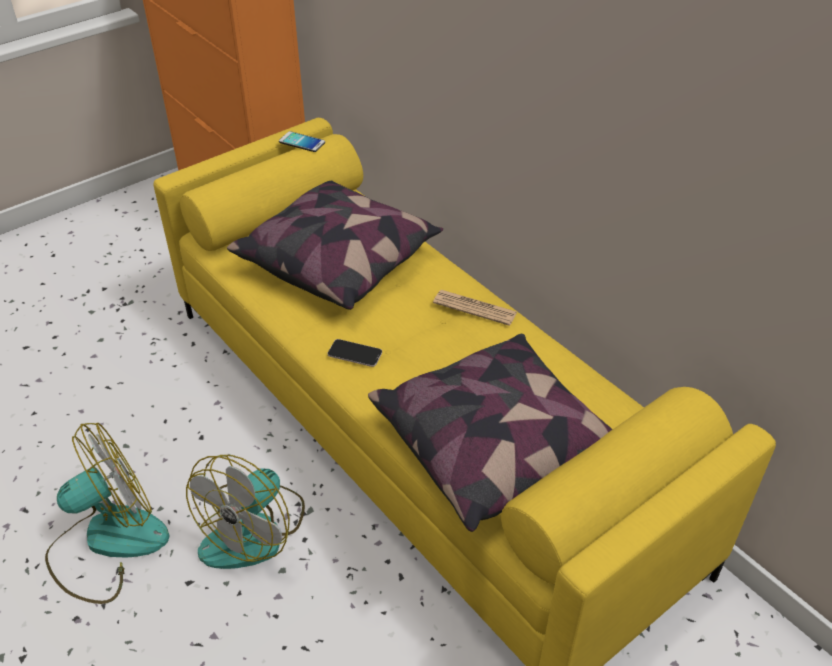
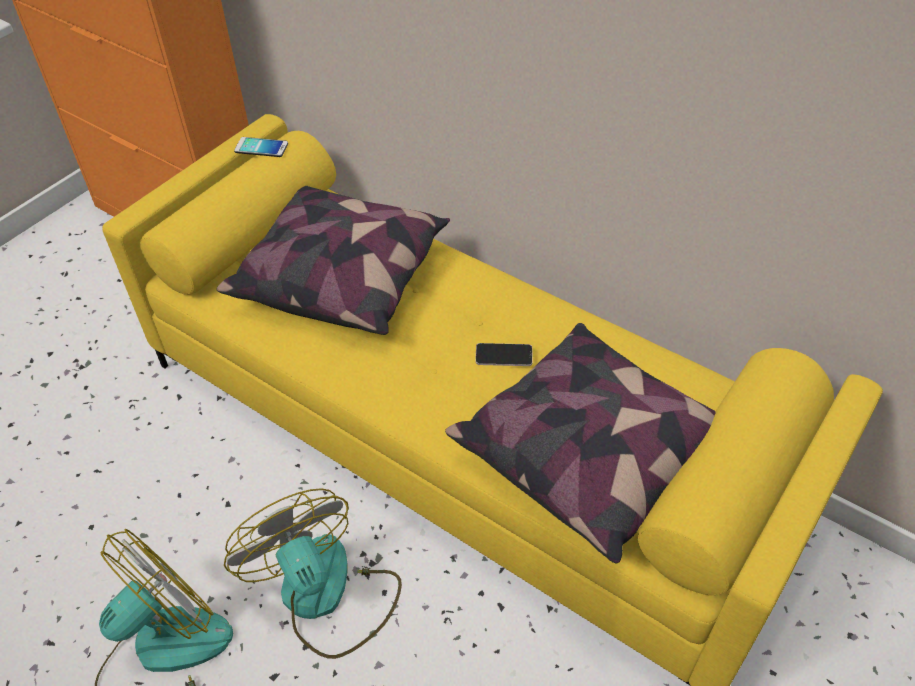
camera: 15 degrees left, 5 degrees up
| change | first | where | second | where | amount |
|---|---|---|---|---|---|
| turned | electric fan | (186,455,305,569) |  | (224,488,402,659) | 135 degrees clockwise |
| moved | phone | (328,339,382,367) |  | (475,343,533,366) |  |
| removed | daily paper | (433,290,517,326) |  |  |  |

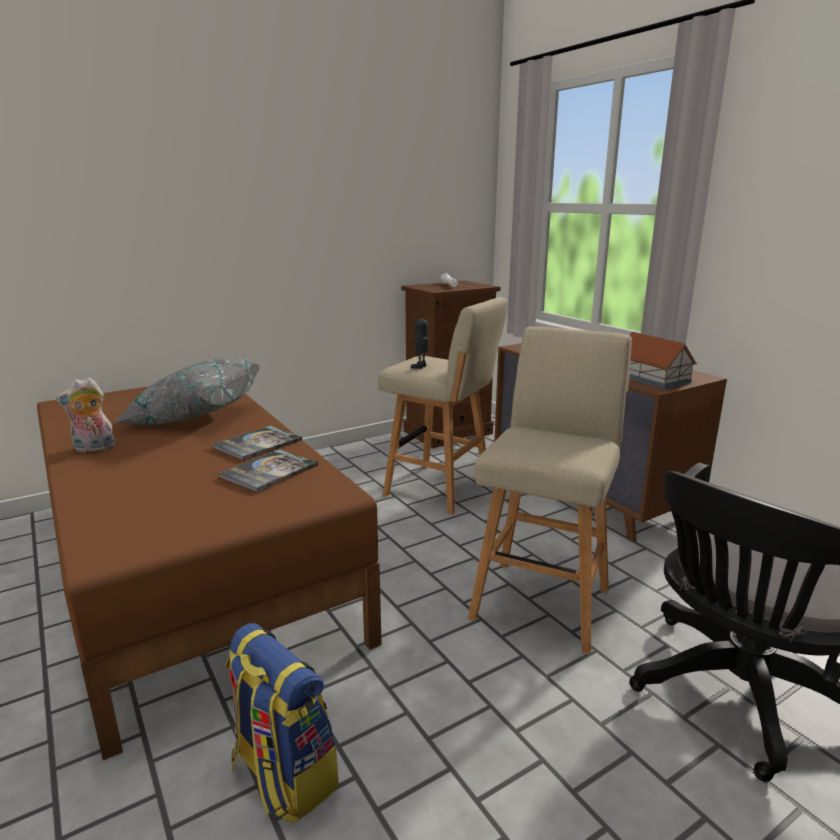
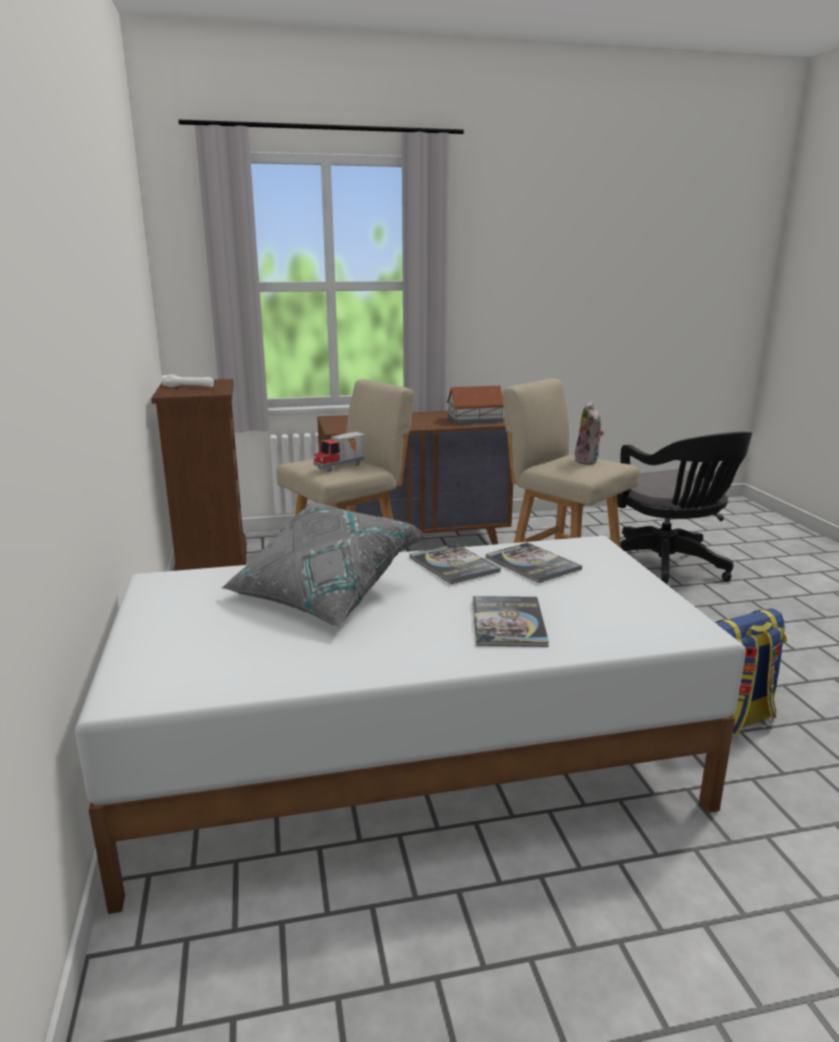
camera: 70 degrees left, 0 degrees up
| change | first | where | second | where | amount |
|---|---|---|---|---|---|
| recoloured | brown-coloured bedroom bed | (37,386,382,760) | white bedroom bed | (75,536,746,914) |  |
| moved | soft toy | (56,378,117,453) |  | (574,401,604,465) |  |
| replaced | toy robot | (411,311,429,369) | toy truck | (313,432,365,472) |  |
| added |  |  | book | (473,596,549,647) |  |

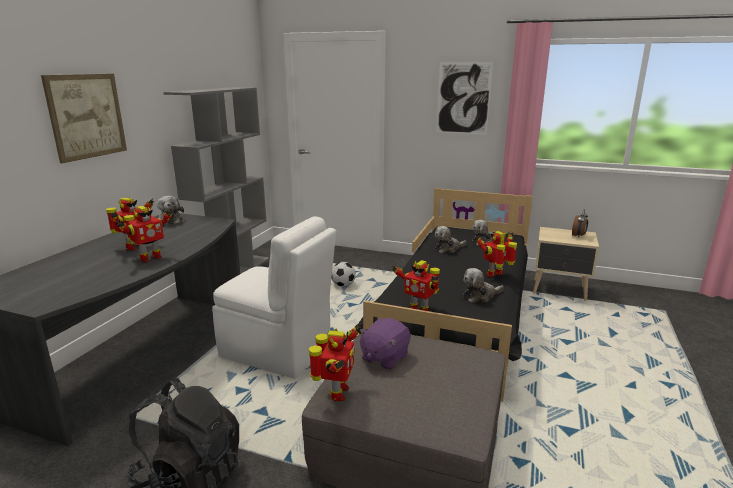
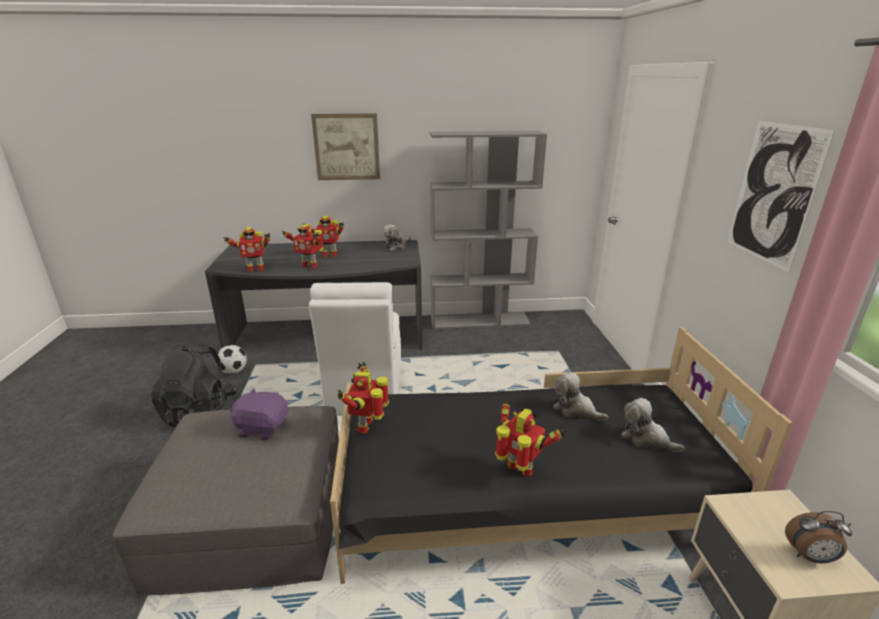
camera: 65 degrees right, 5 degrees up
| change | first | where | second | where | amount |
|---|---|---|---|---|---|
| moved | toy robot | (309,323,361,401) |  | (223,227,271,273) |  |
| moved | football ball | (331,262,356,287) |  | (216,345,247,374) |  |
| removed | soft toy | (463,268,503,303) |  |  |  |

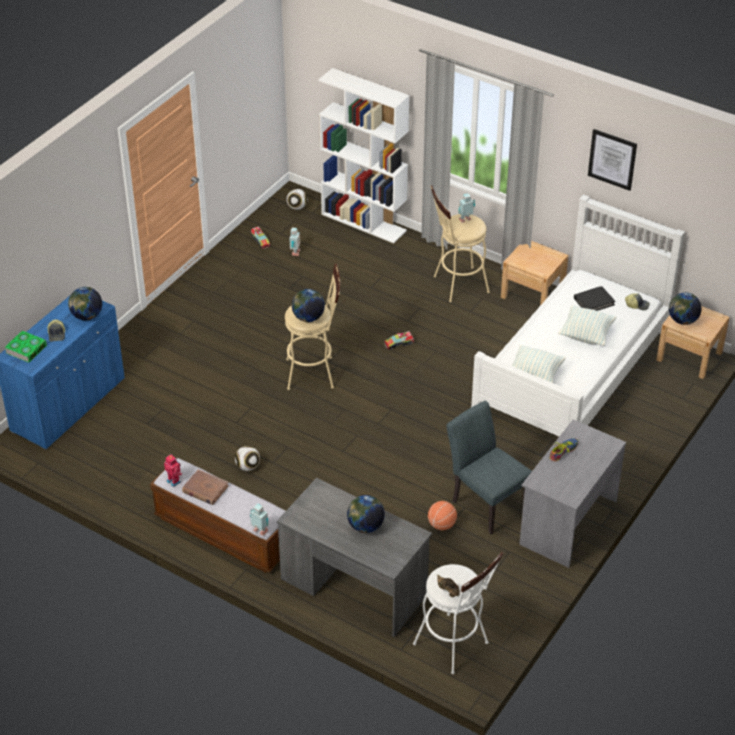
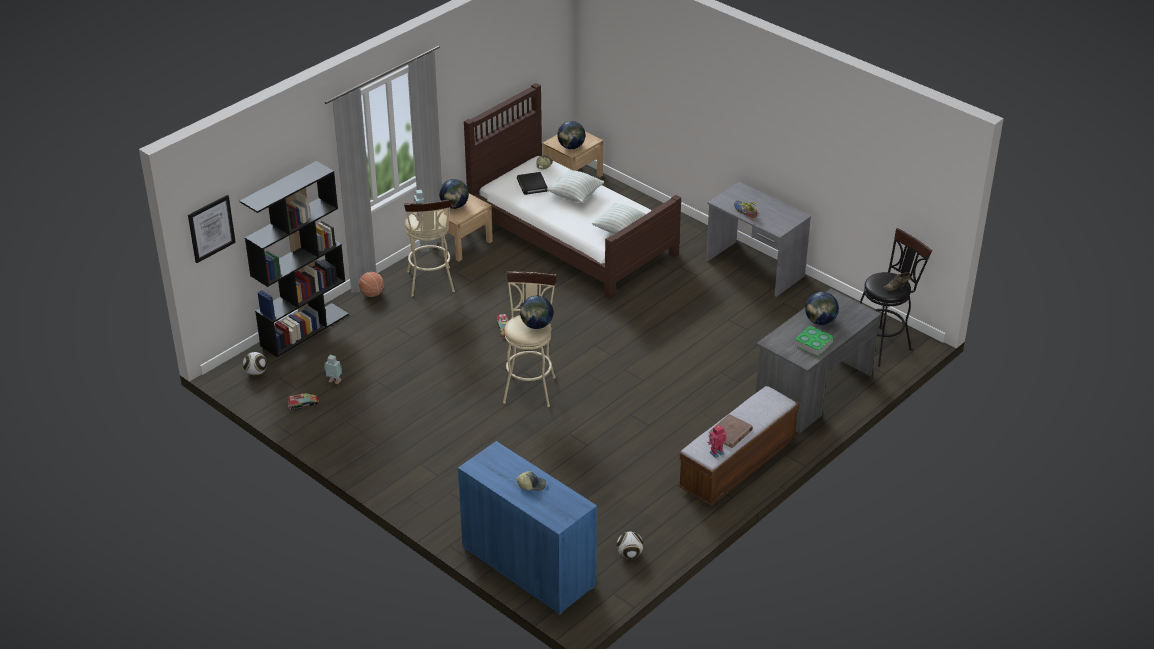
camera: 80 degrees left, 5 degrees down
| change | first | where | second | where | amount |
|---|---|---|---|---|---|
| moved | book | (4,331,47,363) |  | (794,326,834,356) |  |
| moved | desk globe | (68,287,102,320) |  | (439,179,469,209) |  |
| moved | football ball | (235,446,260,471) |  | (617,532,644,559) |  |
| removed | toy robot | (250,504,268,535) |  |  |  |
| recoloured | white shelving unit | (318,68,409,243) | black-coloured shelving unit | (240,161,349,357) |  |
| recoloured | white stool seat | (413,552,503,674) | black-coloured stool seat | (860,228,932,367) |  |
| moved | basketball | (428,501,457,530) |  | (359,272,384,297) |  |
| removed | greyish plain chair | (446,401,532,534) |  |  |  |
| recoloured | white bedroom bed | (471,195,685,436) | brown-coloured bedroom bed | (464,83,681,300) |  |
| moved | picture | (588,129,637,191) |  | (188,195,236,263) |  |

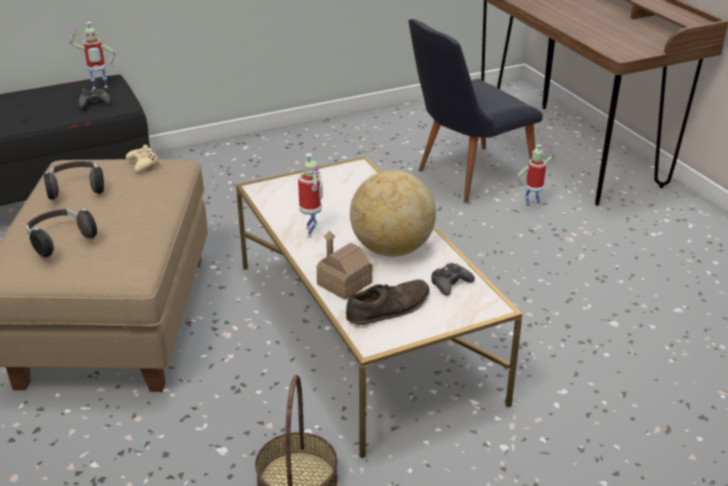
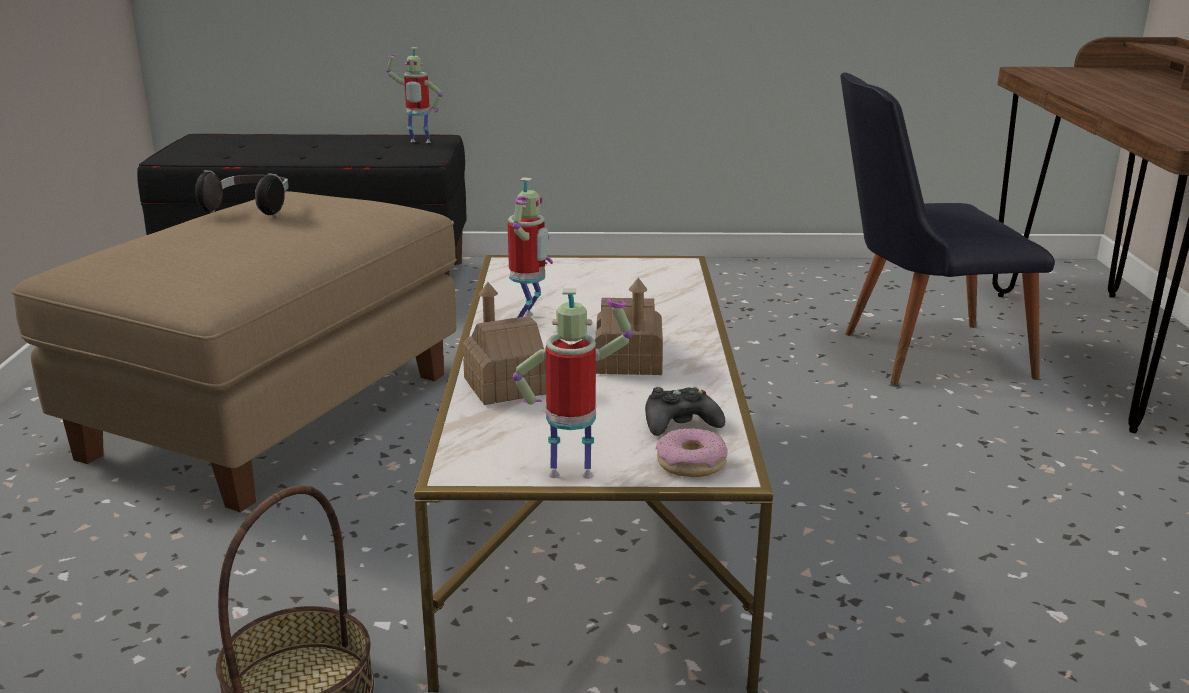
camera: 25 degrees right, 10 degrees down
| change | first | where | second | where | amount |
|---|---|---|---|---|---|
| removed | pair of headphones | (26,208,97,257) |  |  |  |
| removed | black-coloured gamepad | (79,88,111,108) |  |  |  |
| removed | beige-coloured gamepad | (126,145,159,173) |  |  |  |
| removed | brown-coloured shoe | (346,280,430,325) |  |  |  |
| replaced | desk globe | (350,170,436,257) | toy house | (595,278,663,375) |  |
| moved | toy robot | (517,144,555,210) |  | (513,288,633,479) |  |
| added |  |  | ring doughnut | (656,428,728,477) |  |

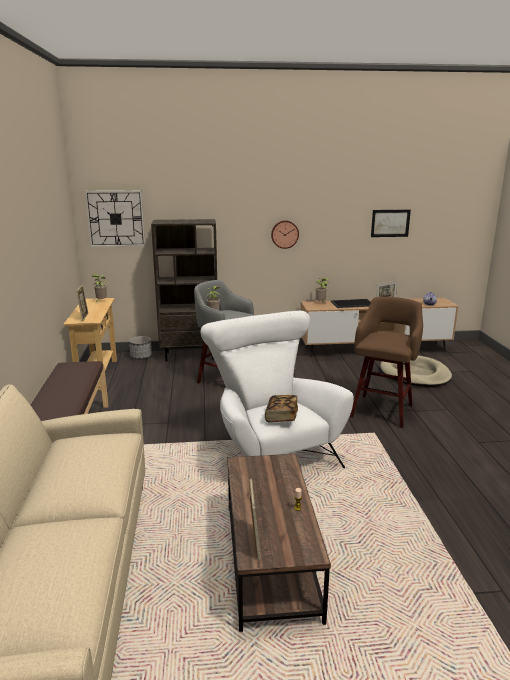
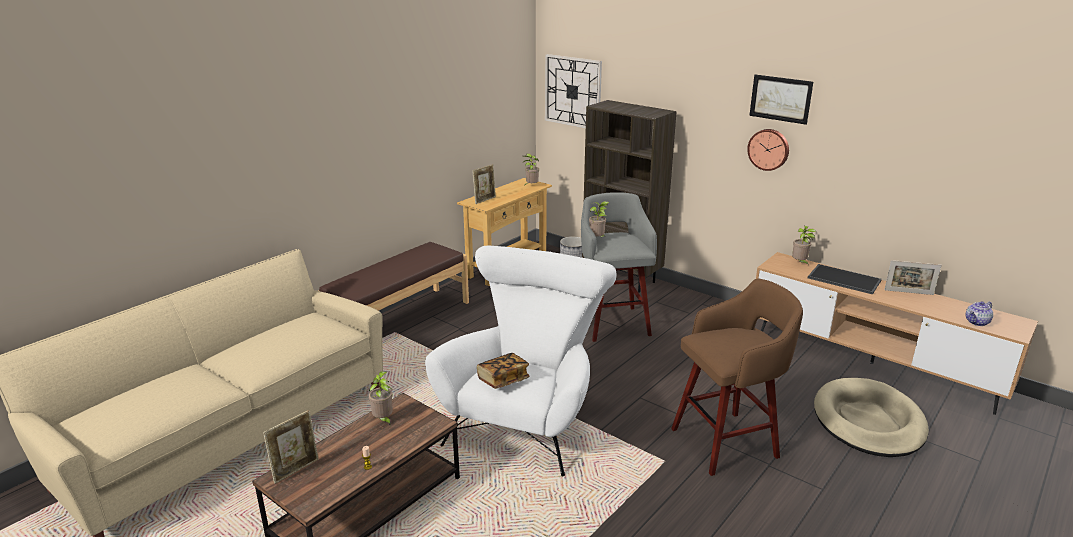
camera: 45 degrees right, 5 degrees up
| change | first | where | second | where | amount |
|---|---|---|---|---|---|
| moved | picture | (371,210,411,237) |  | (749,75,813,125) |  |
| added |  |  | houseplant | (369,371,393,425) |  |

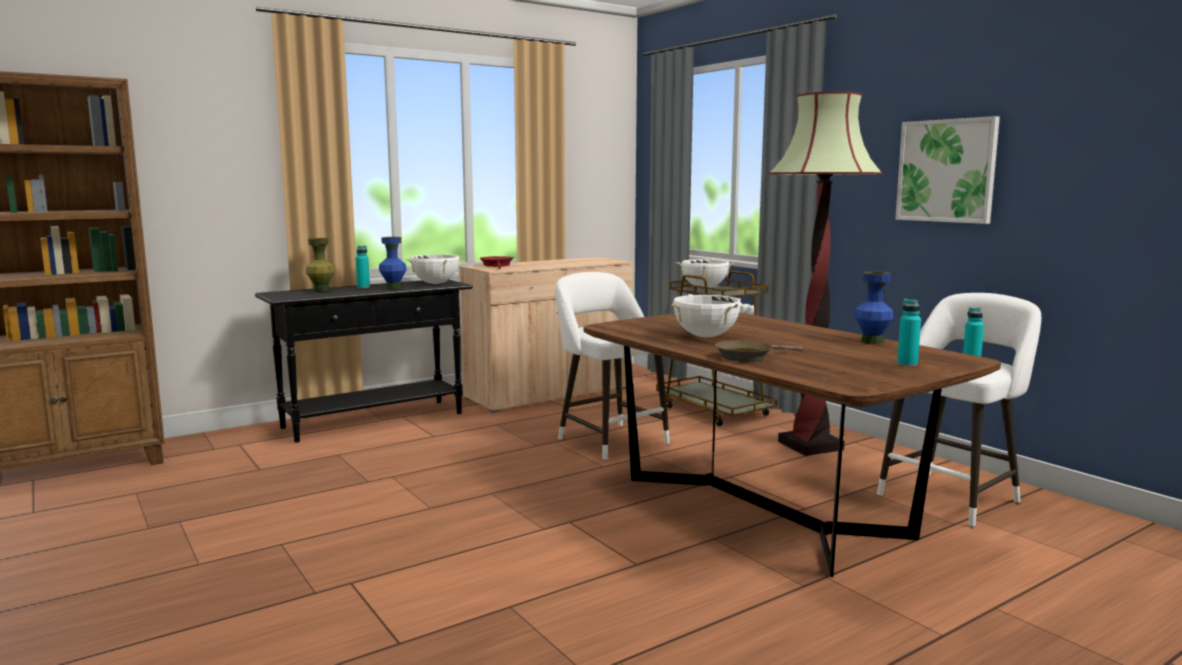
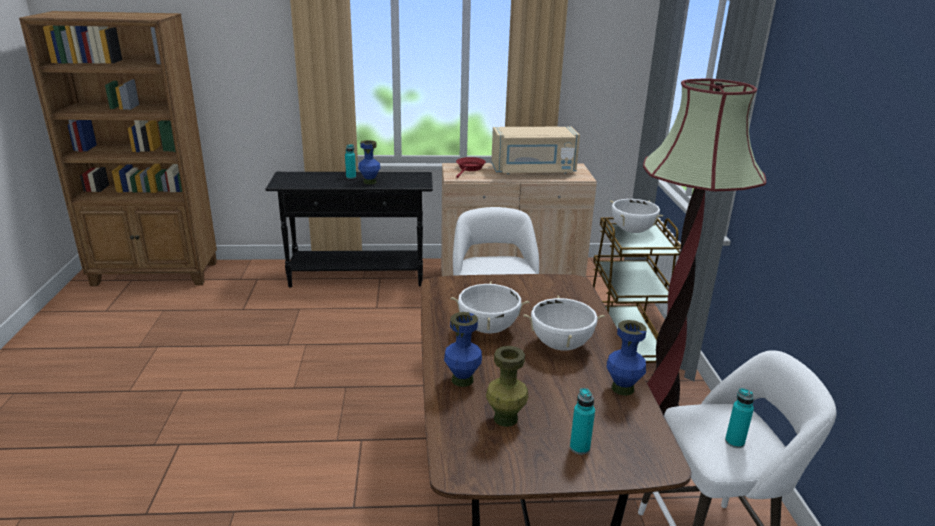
camera: 30 degrees right, 15 degrees up
| change | first | where | second | where | amount |
|---|---|---|---|---|---|
| moved | green vase | (306,238,335,291) |  | (486,346,528,427) |  |
| moved | white cooking pot | (406,254,463,284) |  | (523,295,605,350) |  |
| replaced | brown-coloured pan | (715,340,803,362) | bluish vase | (444,312,482,387) |  |
| removed | picture | (895,116,1000,224) |  |  |  |
| added |  |  | beige-coloured kitchen microwave | (491,126,580,174) |  |

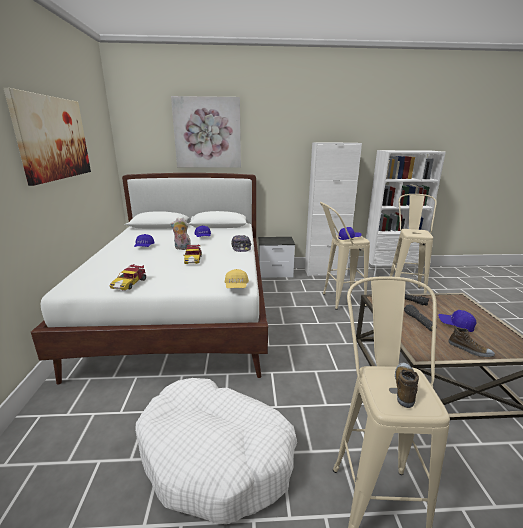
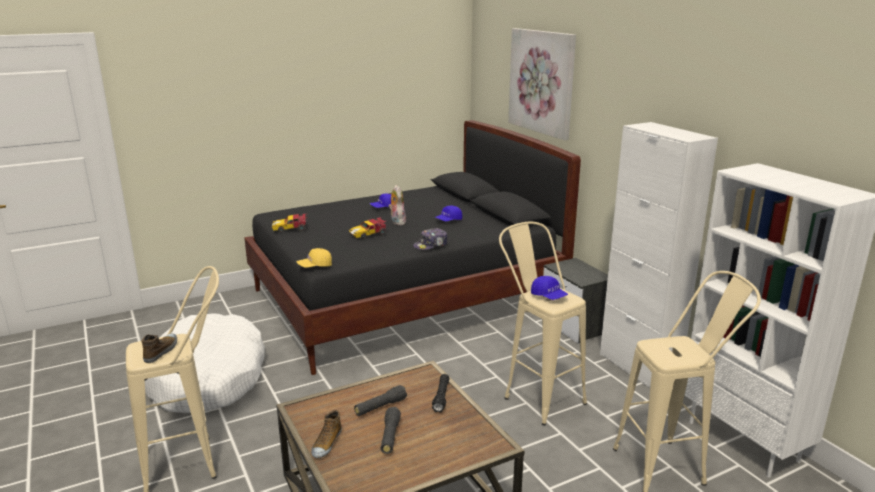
camera: 65 degrees right, 0 degrees up
| change | first | where | second | where | amount |
|---|---|---|---|---|---|
| removed | picture | (4,88,91,186) |  |  |  |
| recoloured | white bedroom bed | (31,173,268,385) | black-coloured bedroom bed | (244,120,581,375) |  |
| turned | shoe | (395,363,419,408) |  | (142,333,177,363) | 75 degrees counterclockwise |
| replaced | bluish peaked cap | (438,310,476,332) | black-coloured flashlight | (380,407,401,454) |  |

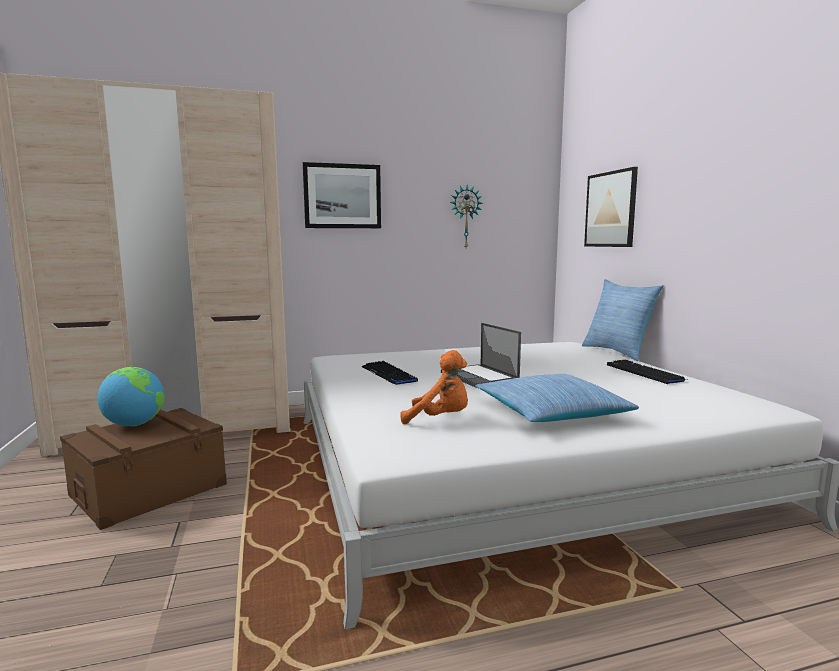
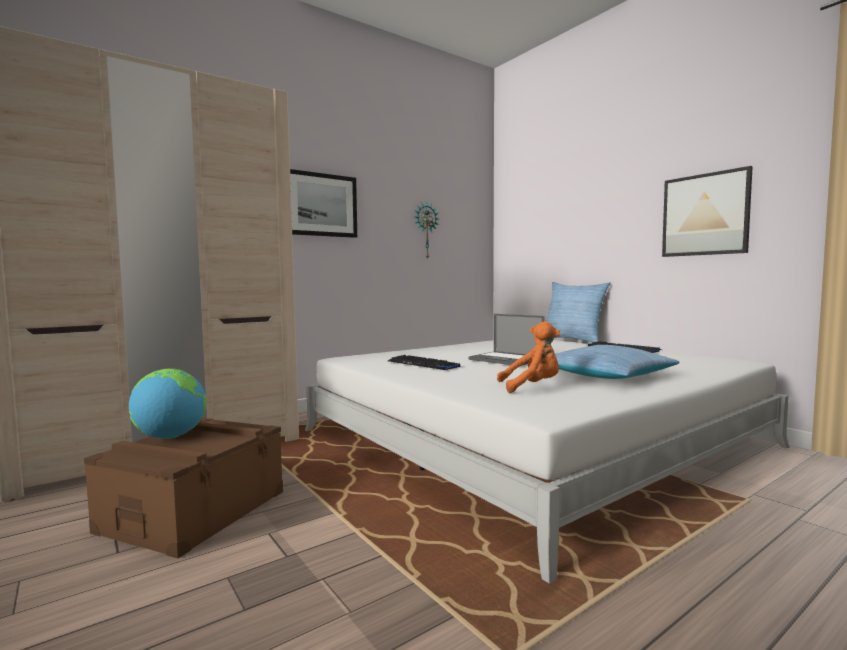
camera: 20 degrees left, 5 degrees down
| change | first | where | second | where | amount |
|---|---|---|---|---|---|
| moved | picture | (584,167,638,247) |  | (662,166,753,257) |  |

